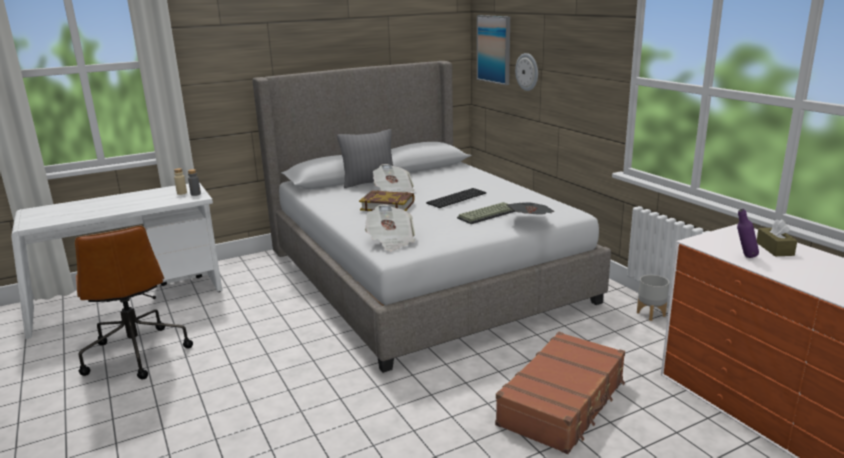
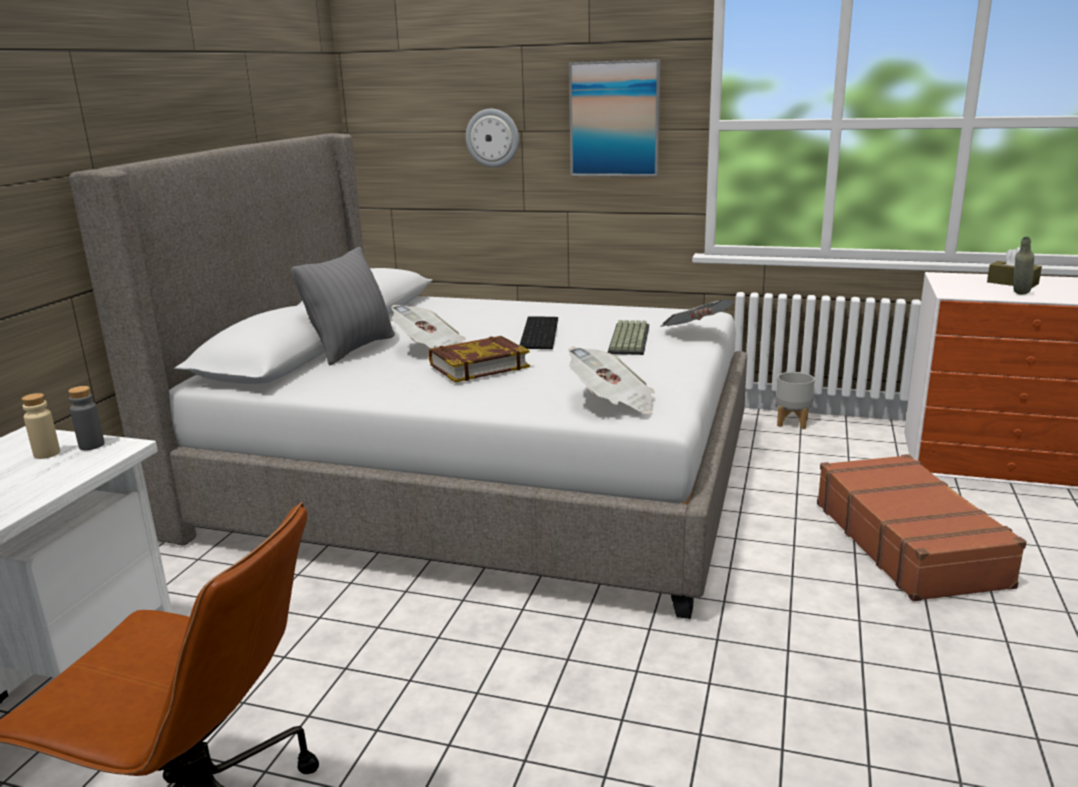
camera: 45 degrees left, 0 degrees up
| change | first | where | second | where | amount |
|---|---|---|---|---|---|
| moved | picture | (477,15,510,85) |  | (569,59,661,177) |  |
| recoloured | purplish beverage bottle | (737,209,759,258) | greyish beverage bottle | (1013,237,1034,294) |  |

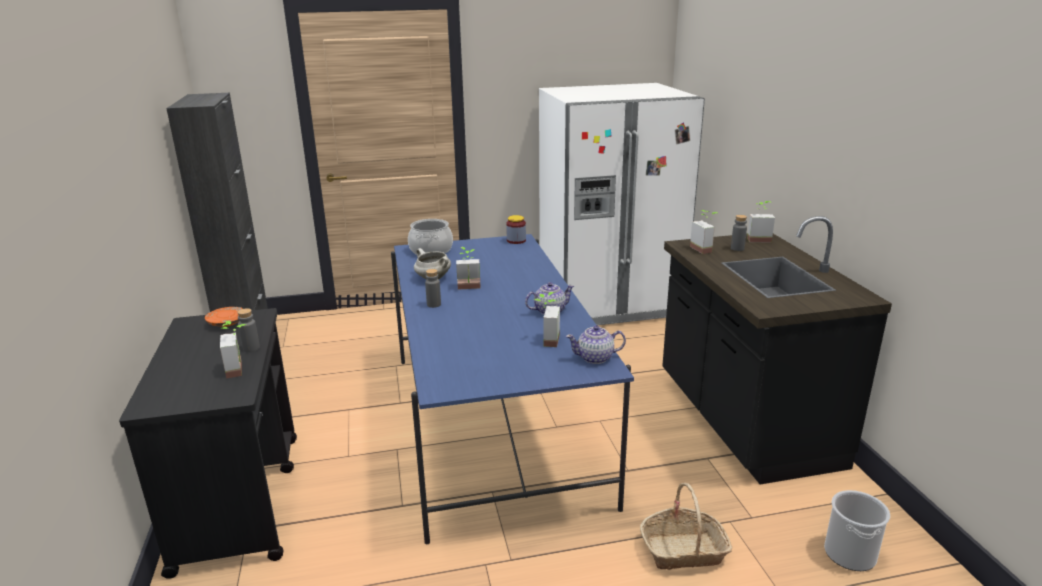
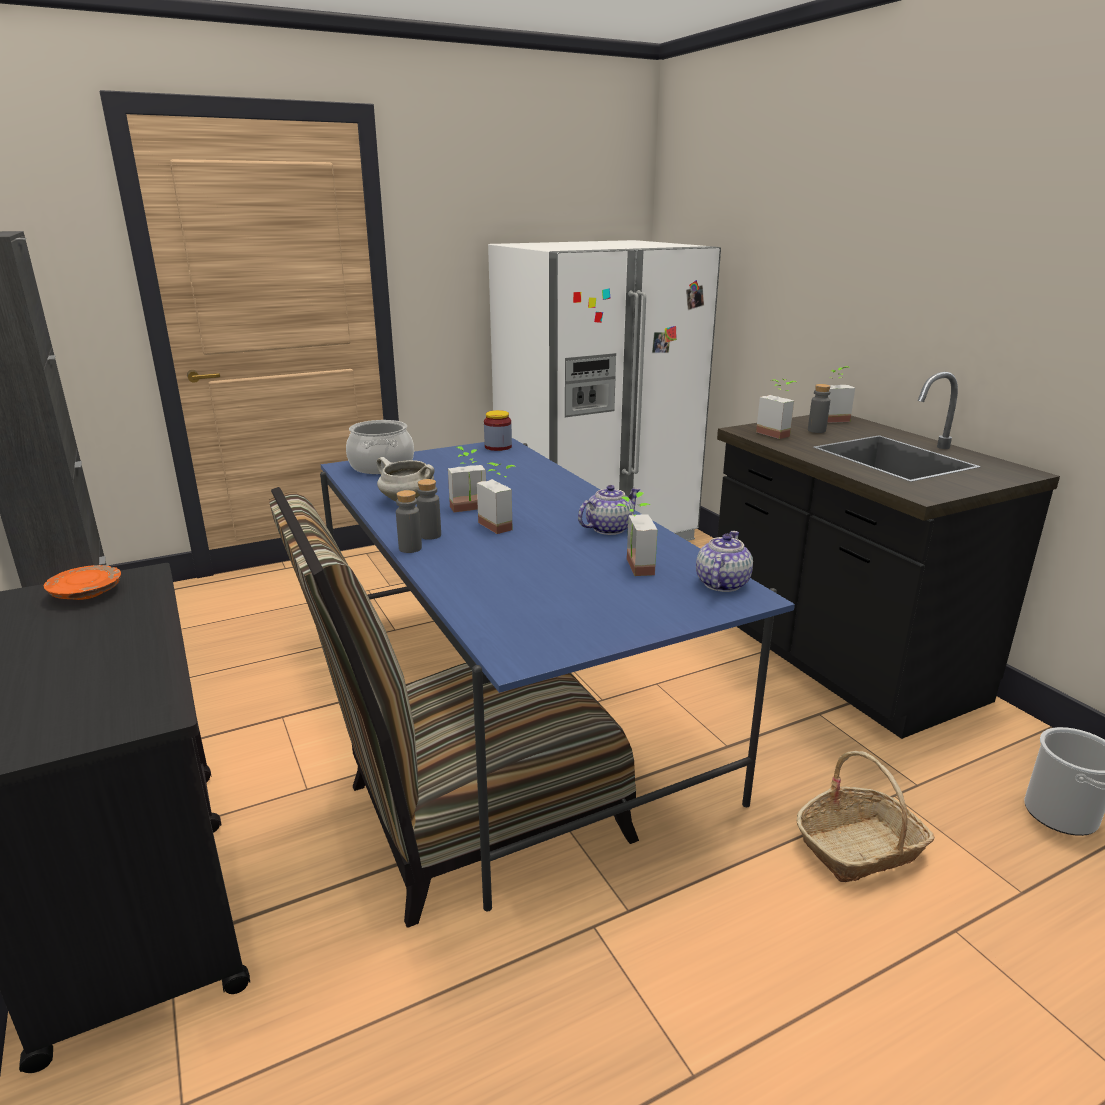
camera: 15 degrees left, 0 degrees up
| change | first | where | second | where | amount |
|---|---|---|---|---|---|
| moved | houseplant | (220,321,246,379) |  | (477,463,515,534) |  |
| moved | greyish beverage bottle | (237,308,260,352) |  | (396,490,422,553) |  |
| turned | teapot | (566,325,626,364) |  | (696,531,753,592) | 135 degrees clockwise |
| added |  |  | plain chair | (269,487,639,928) |  |

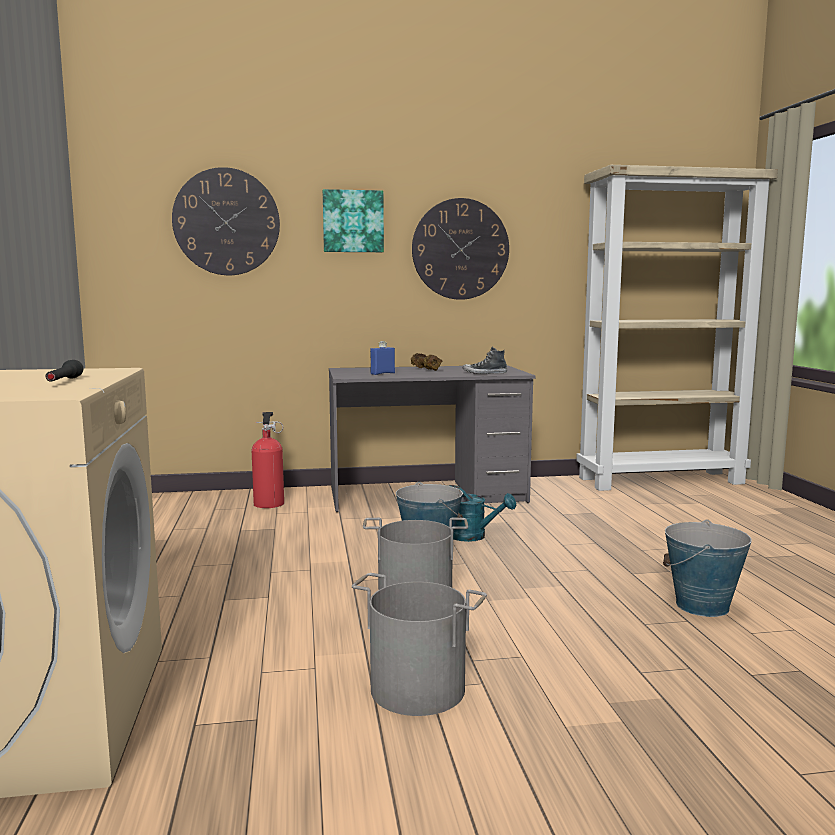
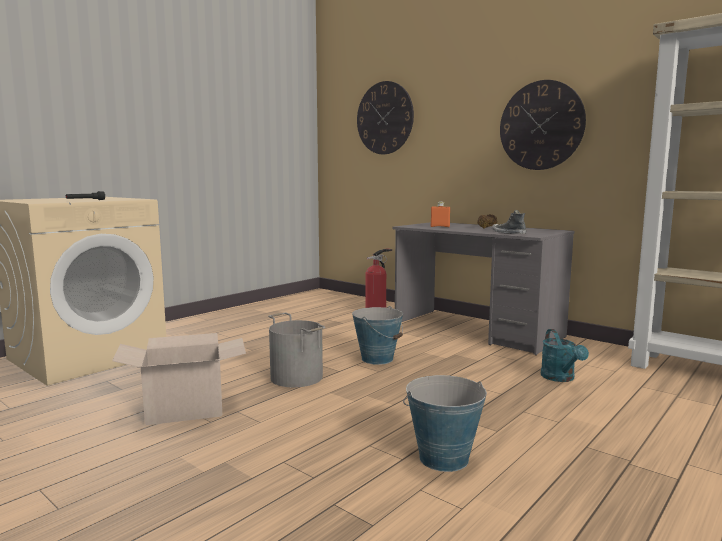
camera: 50 degrees right, 0 degrees up
| change | first | where | second | where | amount |
|---|---|---|---|---|---|
| removed | picture | (323,189,384,252) |  |  |  |
| replaced | greyish water bucket | (352,573,487,716) | packing box | (112,333,246,425) |  |
| recoloured | bluish beverage bottle | (370,341,395,375) | orangey beverage bottle | (431,201,450,227) |  |
| moved | turquoise-coloured watering pot | (449,485,516,542) |  | (541,329,589,382) |  |

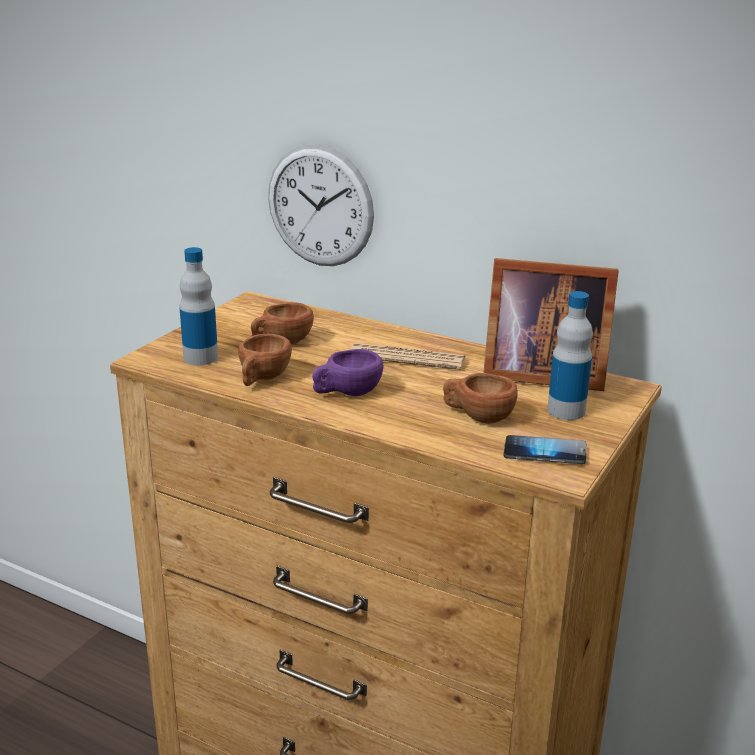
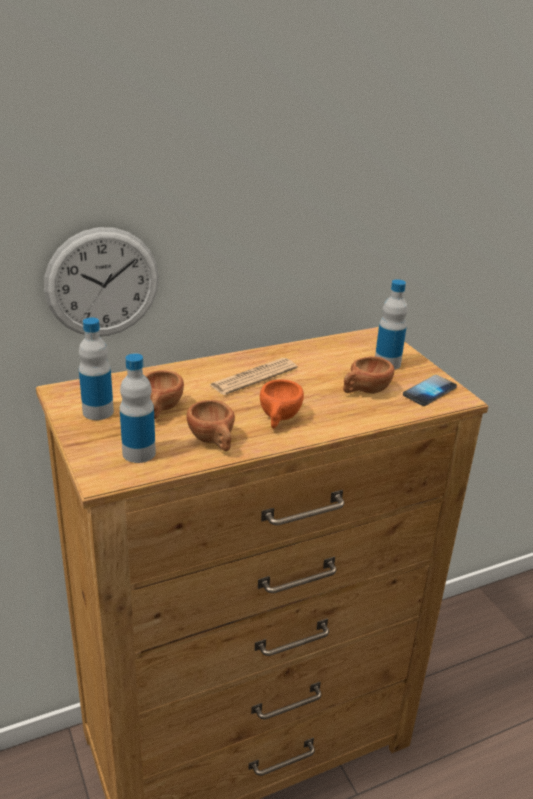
camera: 55 degrees left, 5 degrees up
| change | first | where | second | where | amount |
|---|---|---|---|---|---|
| recoloured | purplish drinking cup | (312,349,383,396) | orangey drinking cup | (260,379,304,428) |  |
| removed | standing frame | (483,258,619,391) |  |  |  |
| added |  |  | beverage bottle | (79,317,114,420) |  |

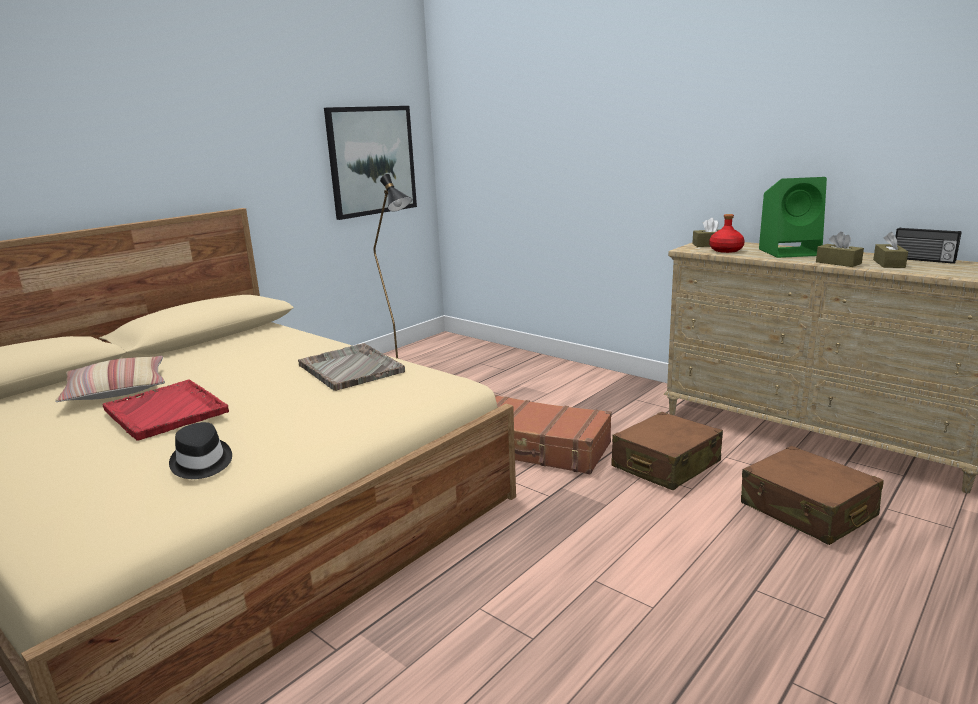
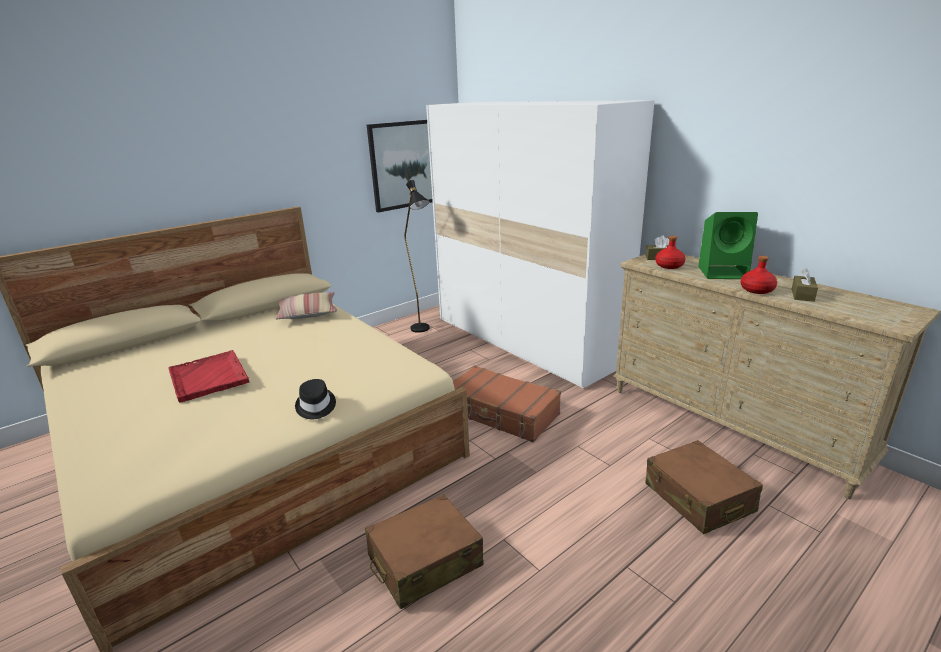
camera: 10 degrees right, 5 degrees up
| change | first | where | second | where | amount |
|---|---|---|---|---|---|
| moved | pillow | (55,356,165,402) |  | (275,292,337,320) |  |
| moved | black-coloured wearable hat | (169,422,232,479) |  | (295,379,336,419) |  |
| removed | greyish tray | (298,343,405,391) |  |  |  |
| moved | brown-coloured suitcase | (611,412,723,490) |  | (365,494,484,609) |  |
| replaced | brown-coloured tissue box | (816,232,864,267) | red-coloured beverage bottle | (741,256,777,294) |  |
| removed | radio receiver | (895,227,962,264) |  |  |  |
| added |  |  | white wardrobe | (426,100,655,388) |  |

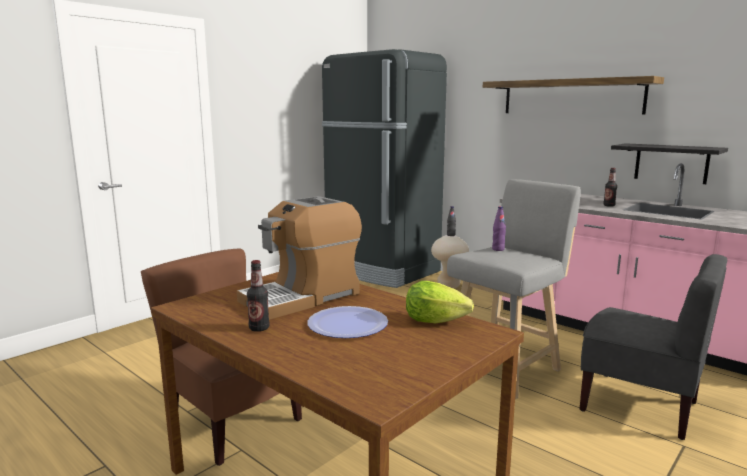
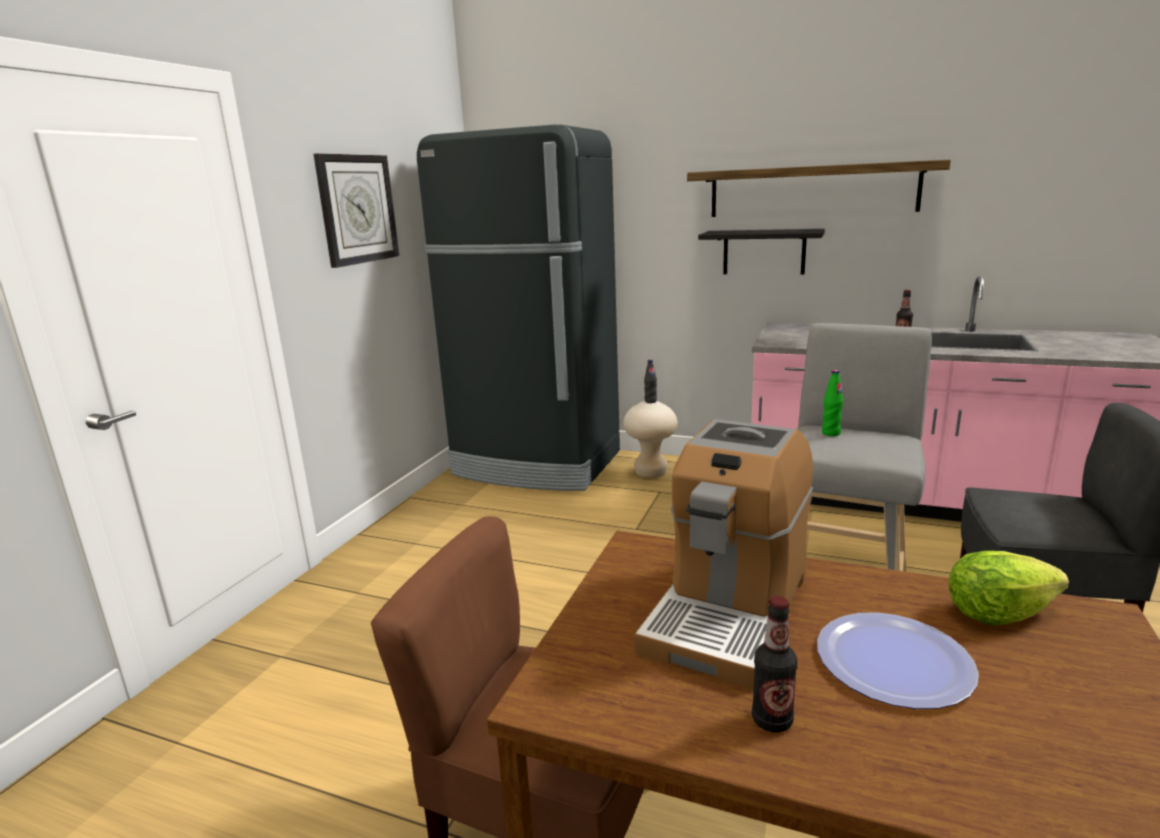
camera: 20 degrees left, 5 degrees up
| change | first | where | second | where | amount |
|---|---|---|---|---|---|
| recoloured | purplish beverage bottle | (492,206,506,251) | green beverage bottle | (822,370,843,436) |  |
| moved | black-coloured wall shelf | (611,143,728,184) |  | (698,229,825,274) |  |
| added |  |  | wall clock | (314,153,399,268) |  |

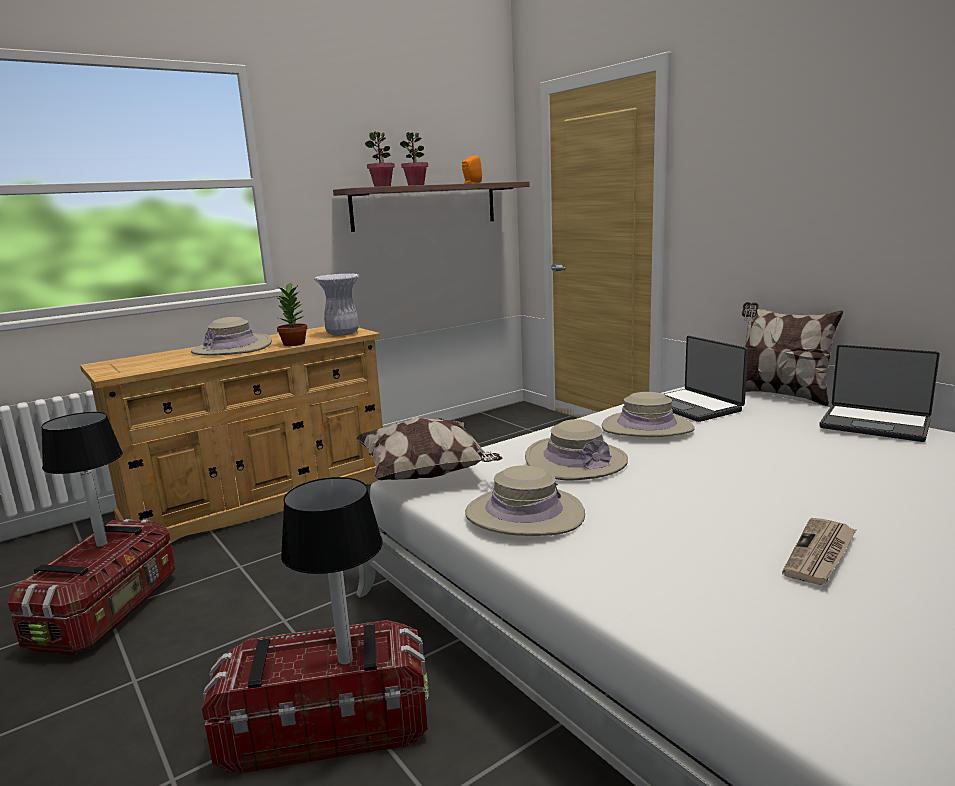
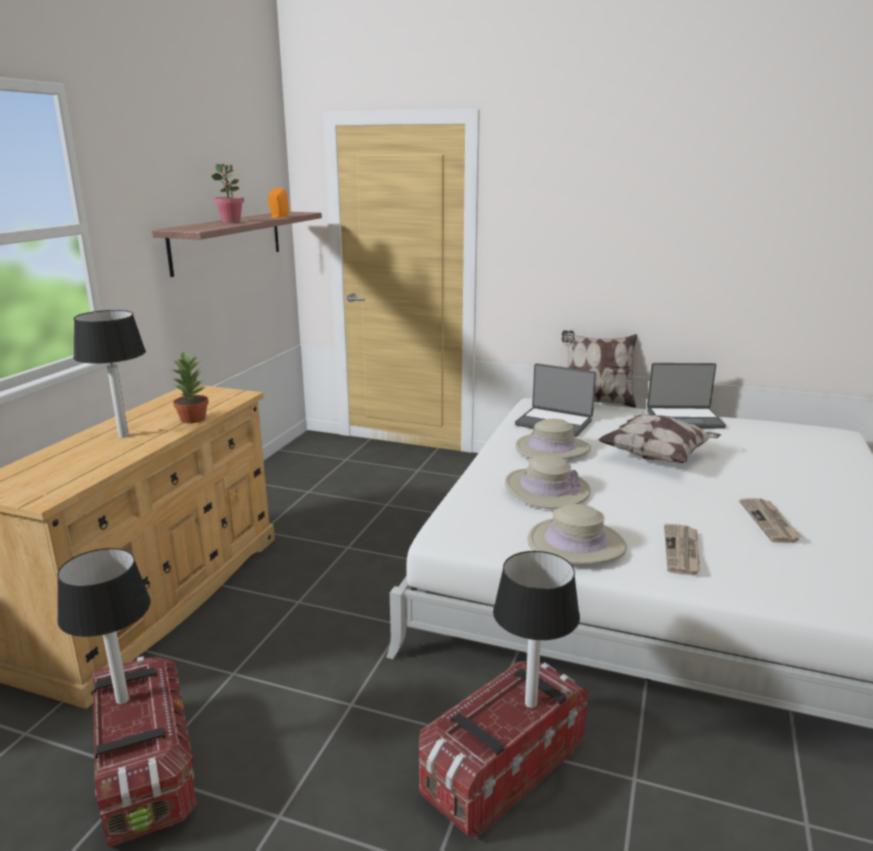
camera: 35 degrees left, 5 degrees up
| change | first | where | second | where | amount |
|---|---|---|---|---|---|
| replaced | beige-coloured wearable hat | (191,317,272,355) | tabletop lamp | (74,310,146,438) |  |
| removed | white vase | (314,274,359,336) |  |  |  |
| moved | pillow | (356,417,502,480) |  | (598,414,721,463) |  |
| removed | houseplant | (365,132,395,187) |  |  |  |
| added |  |  | daily paper | (664,524,700,575) |  |

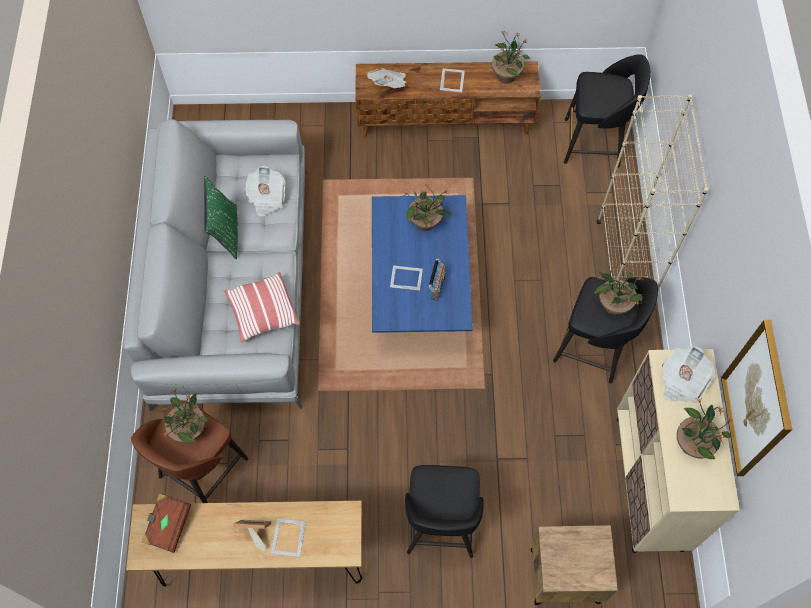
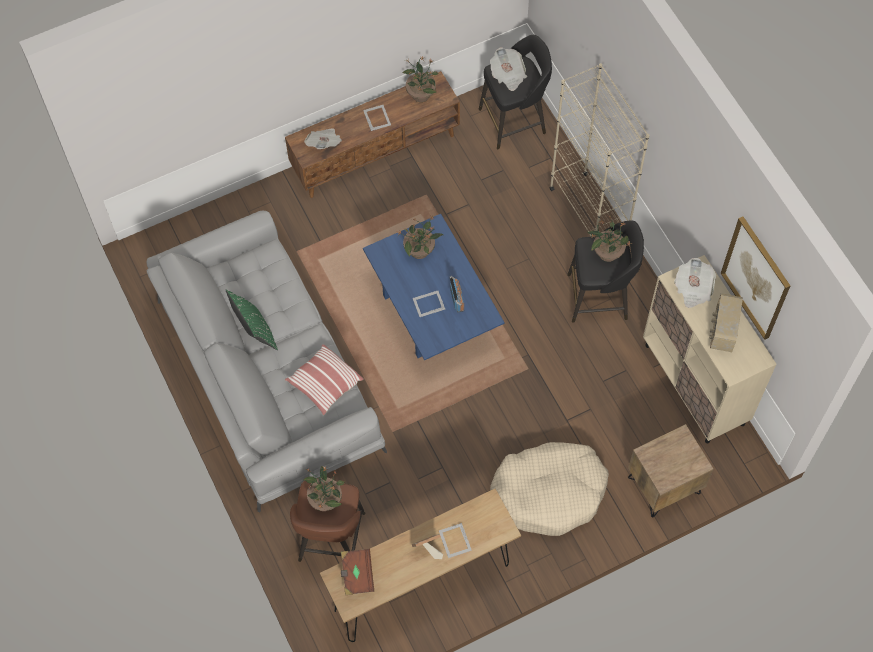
camera: 25 degrees left, 0 degrees up
| change | first | where | second | where | amount |
|---|---|---|---|---|---|
| moved | daily paper | (244,166,286,217) |  | (490,47,527,91) |  |
| replaced | black-coloured stool seat | (405,465,484,558) | beige-coloured dog bed | (490,442,609,536) |  |
| replaced | houseplant | (677,398,732,459) | radio receiver | (709,293,743,352) |  |

